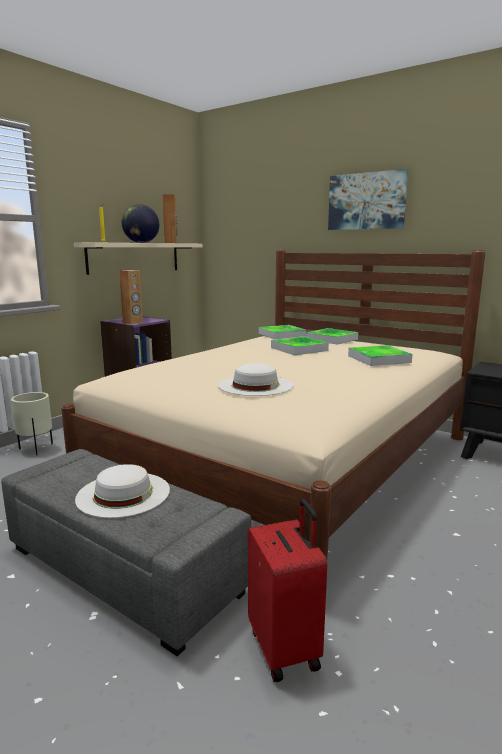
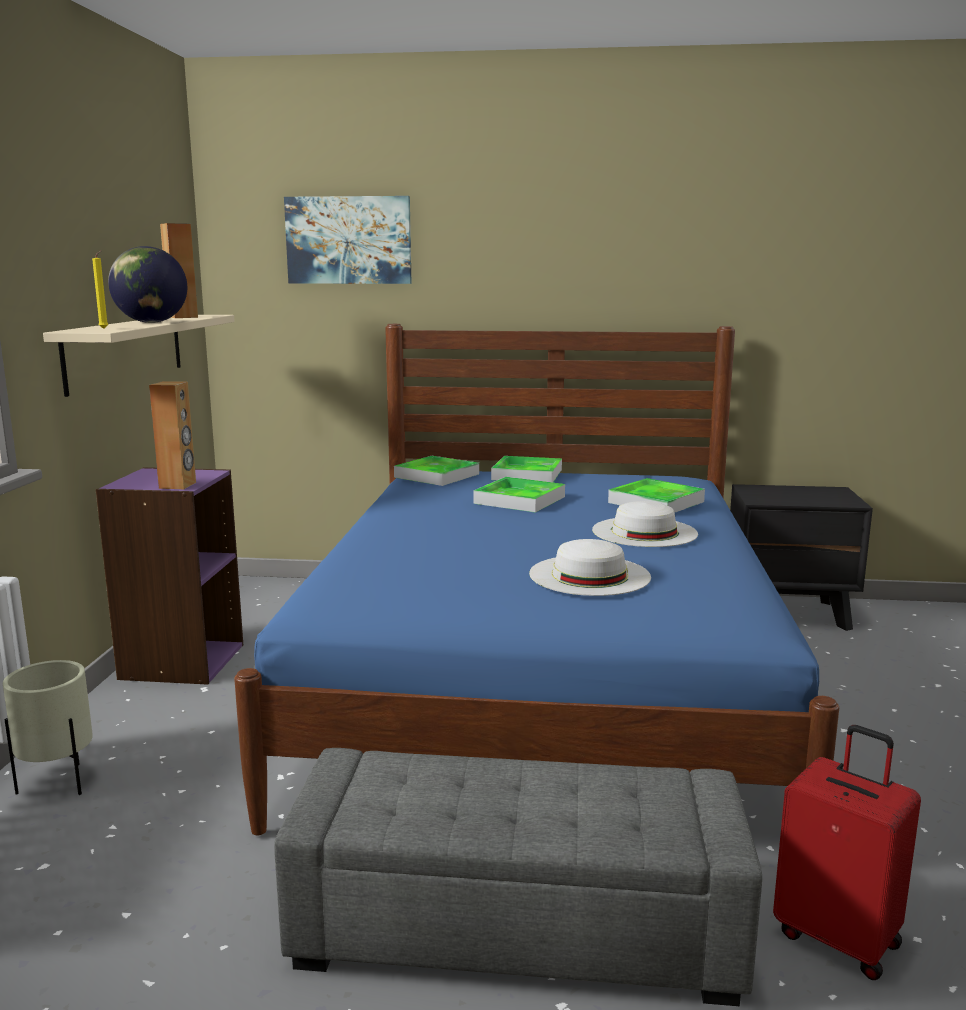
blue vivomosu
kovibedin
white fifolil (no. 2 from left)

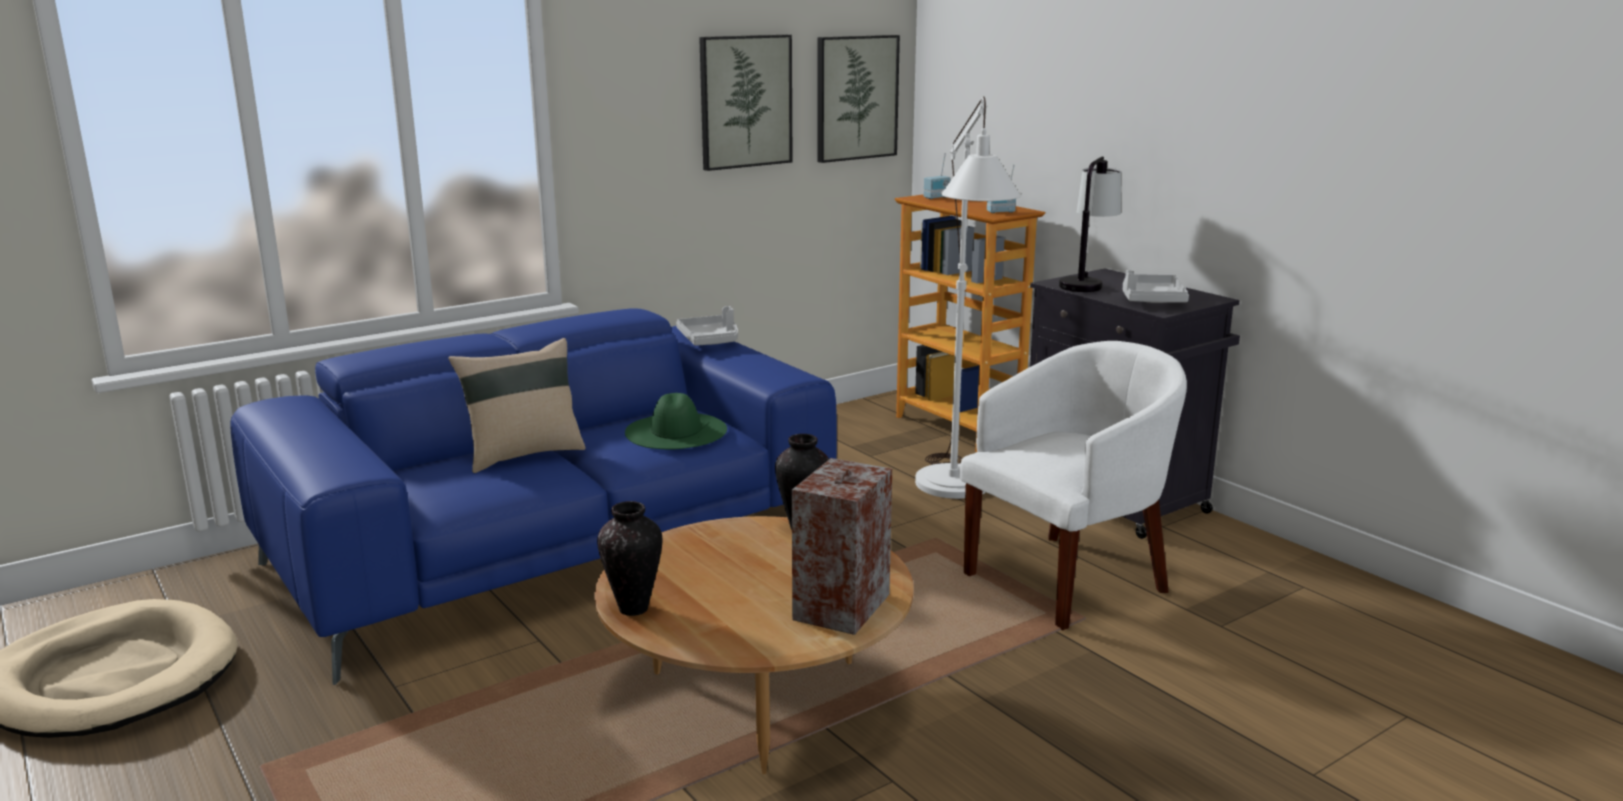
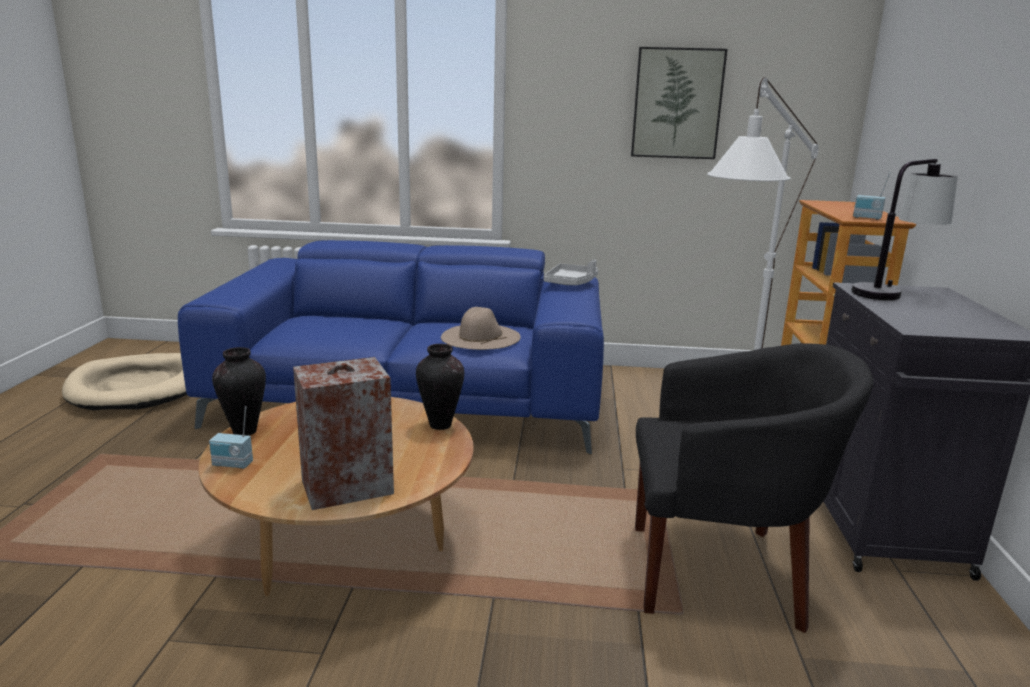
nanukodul (no. 1 from left)
beige fifolil
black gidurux
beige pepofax
kovibedin (no. 2 from left in the first image)
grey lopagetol (no. 2 from left in the first image)

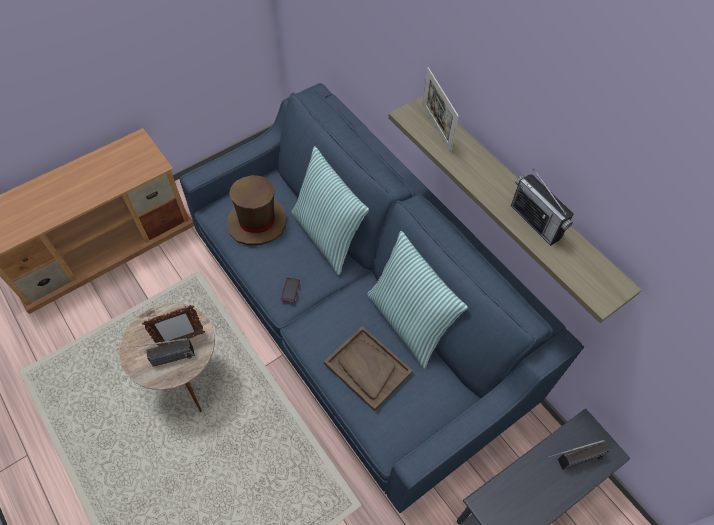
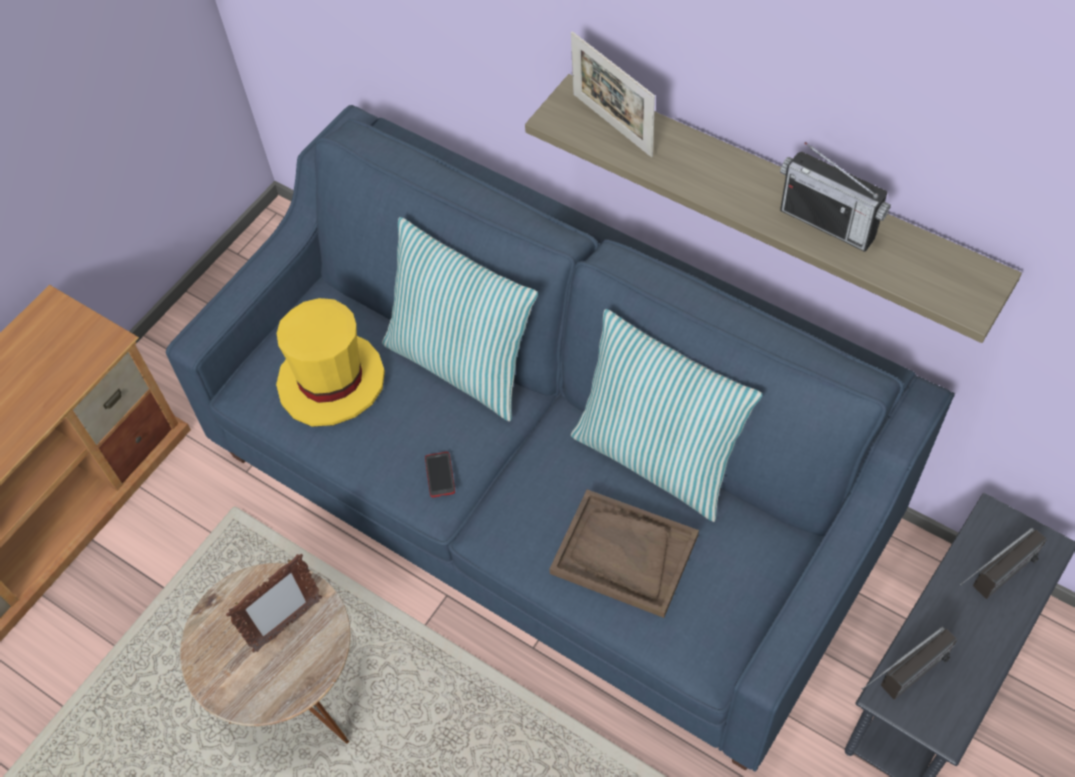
yellow fifolil
nanukodul (no. 2 from left)

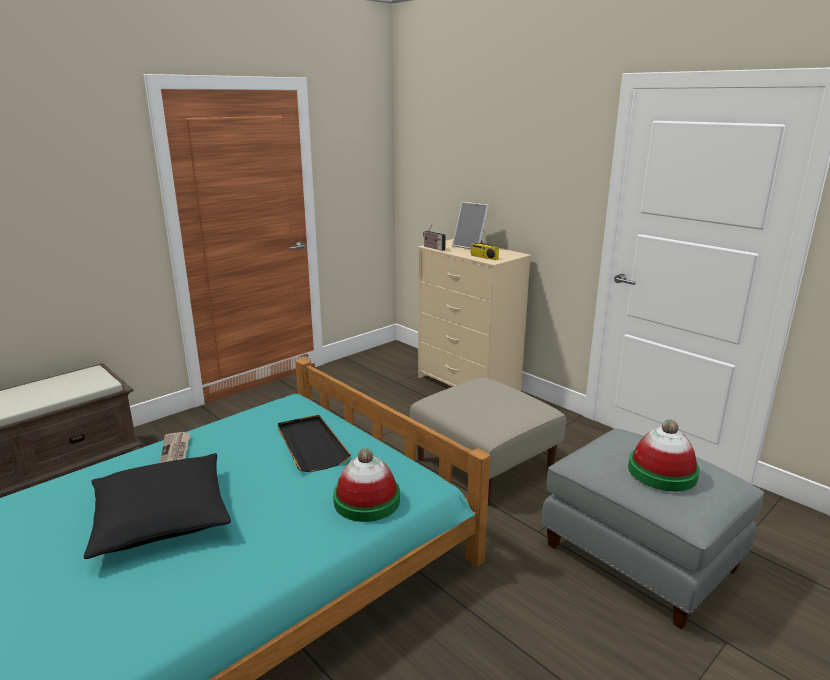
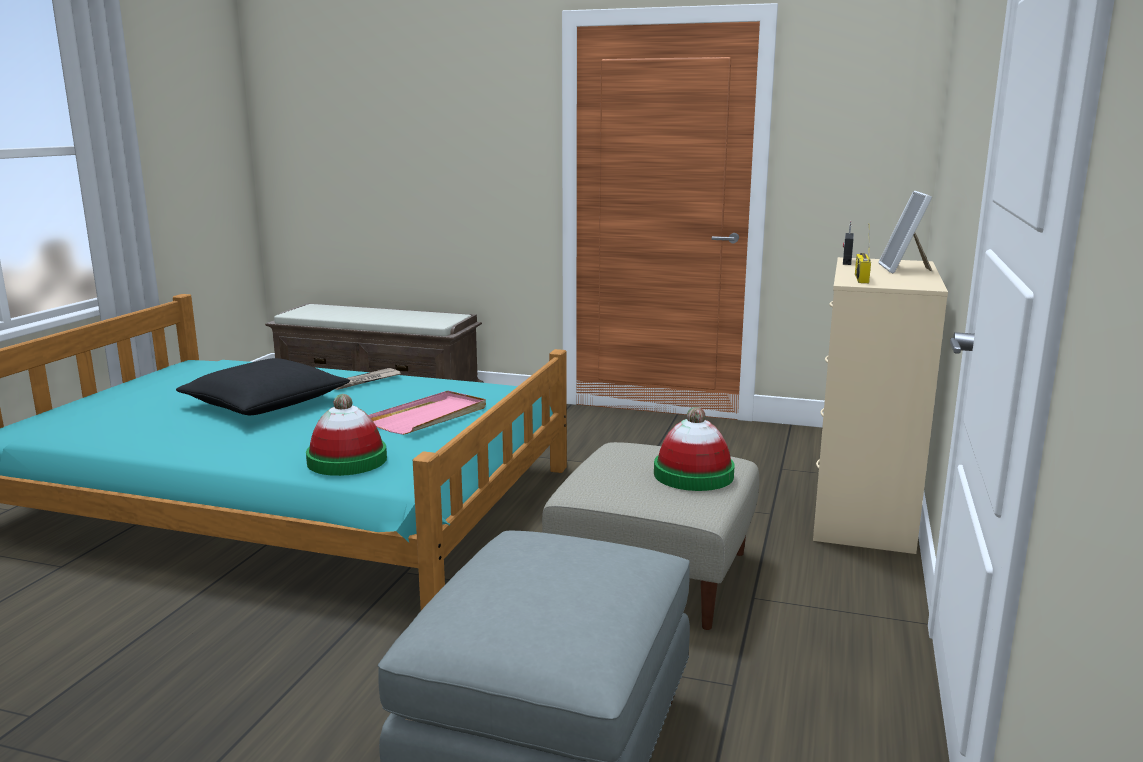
pink lopagetol
fifolil (no. 2 from left)

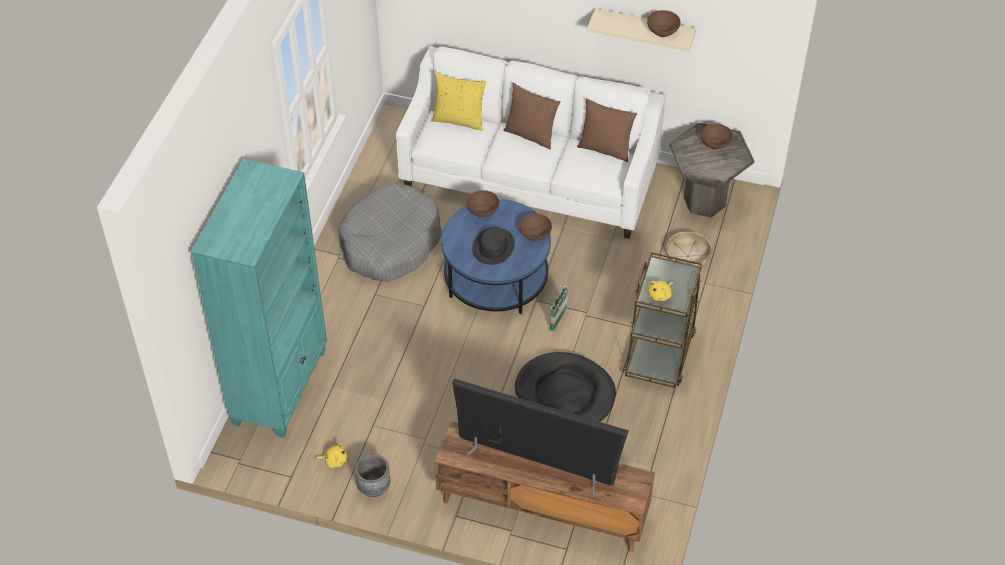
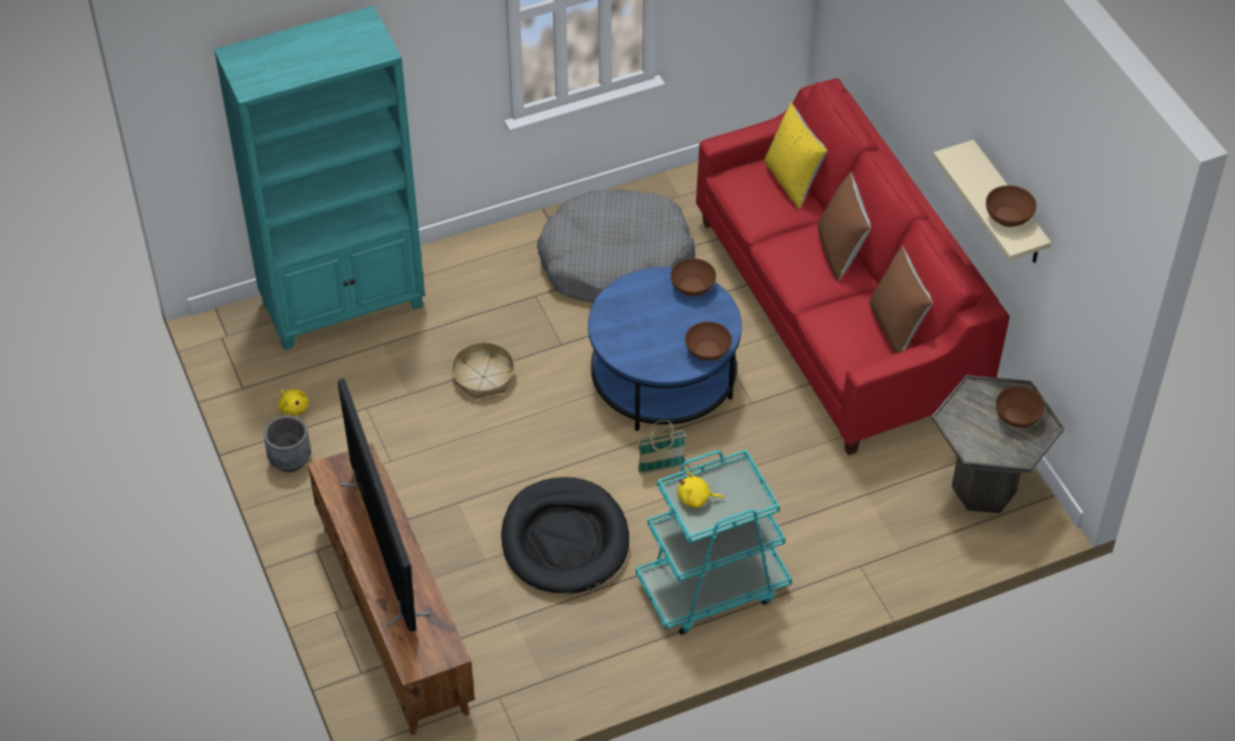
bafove (no. 1 from left)
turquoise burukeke
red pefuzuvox
black fifolil

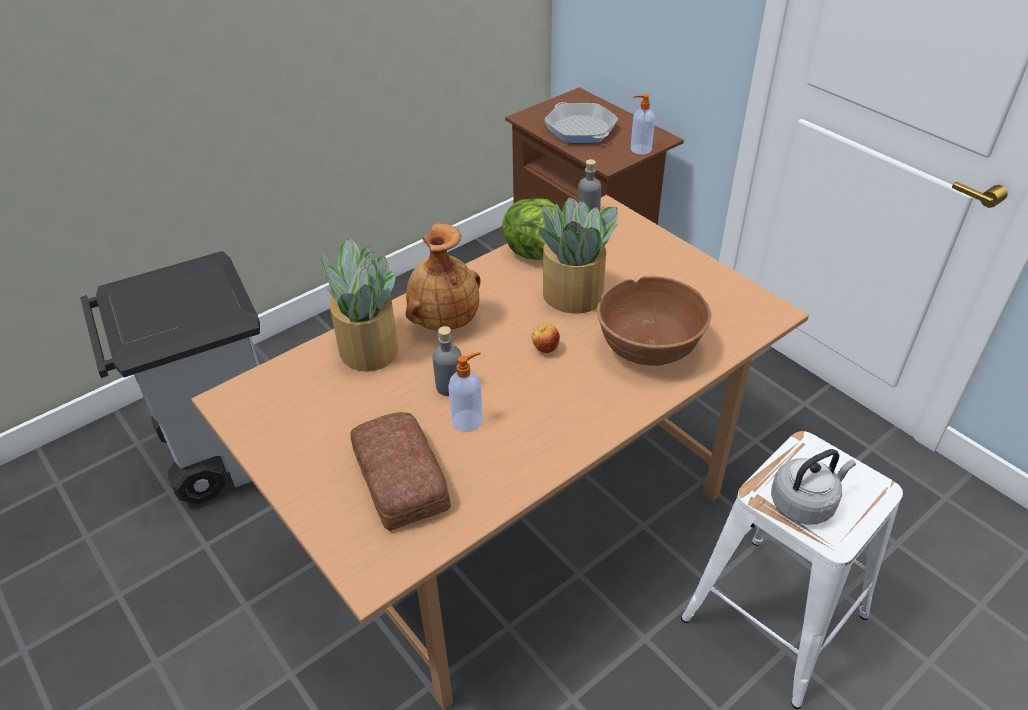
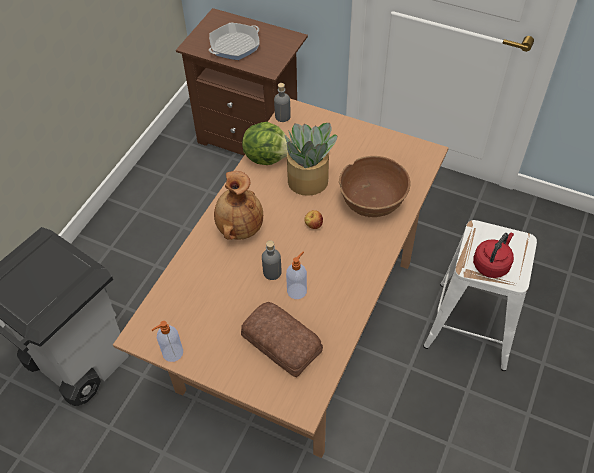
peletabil (no. 1 from left)
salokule
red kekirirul
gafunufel (no. 1 from left in the first image)

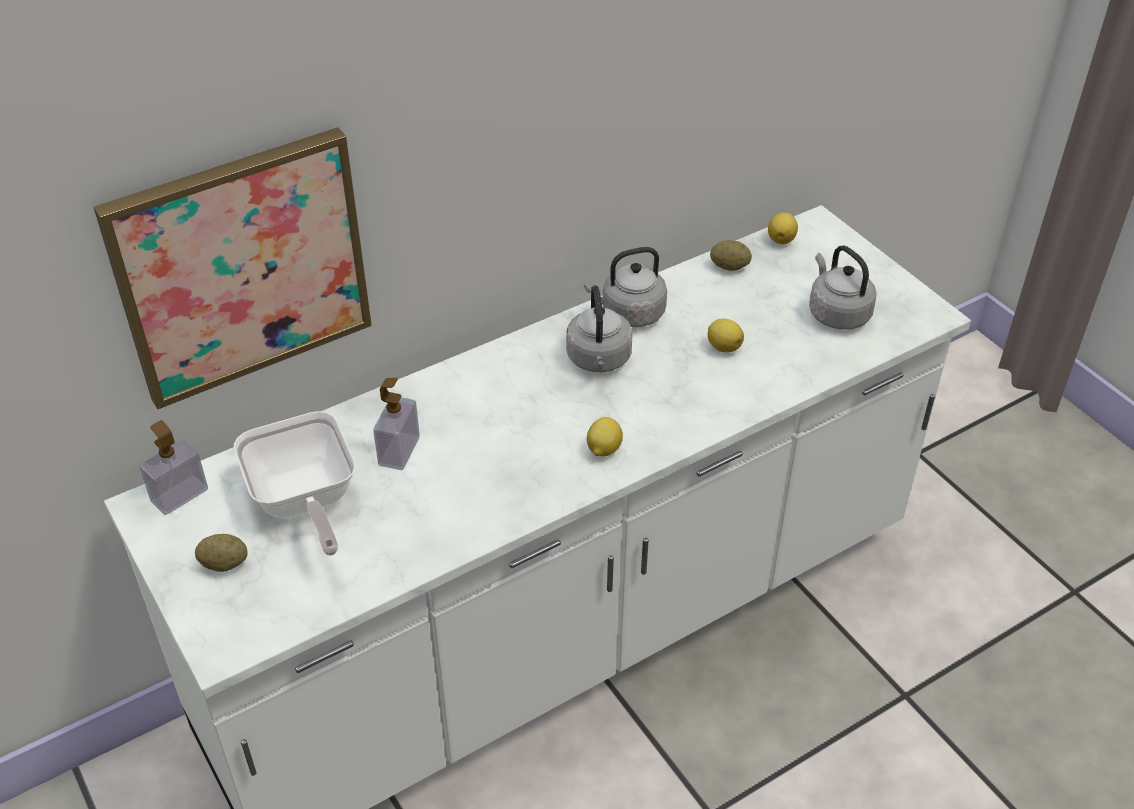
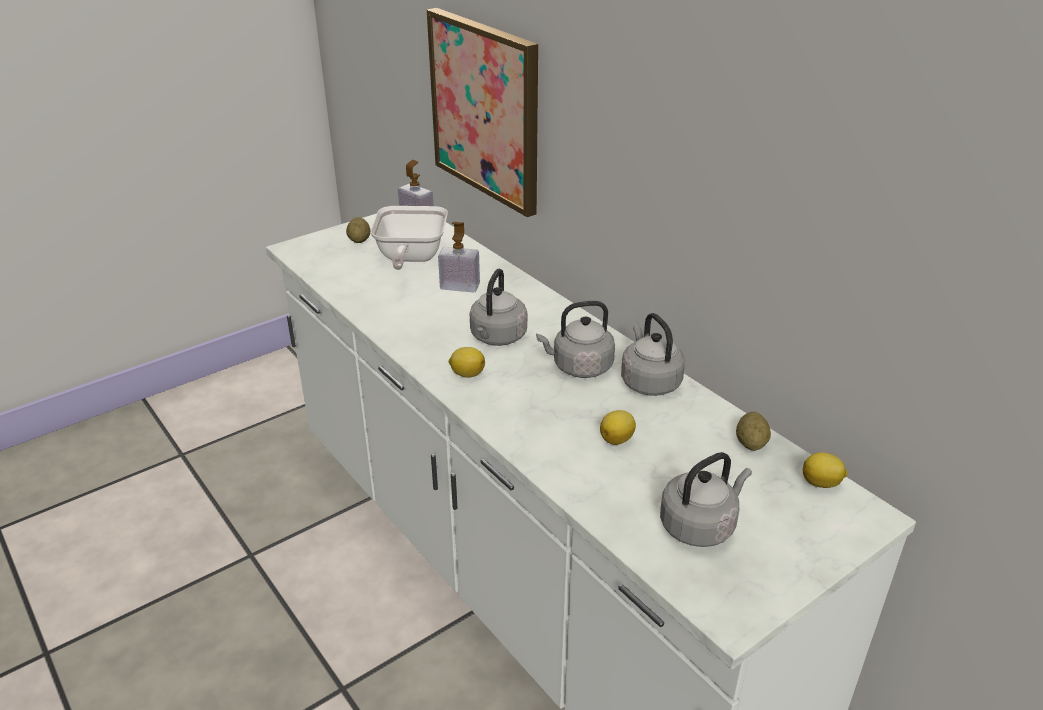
salokule
grey kekirirul (no. 1 from left)

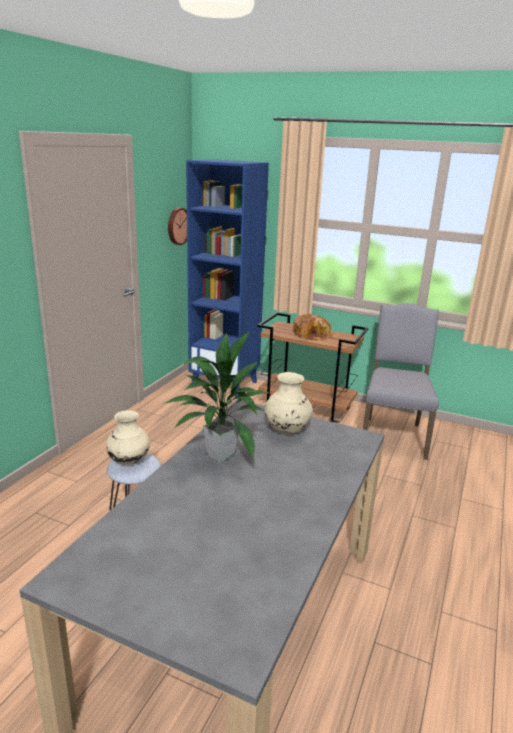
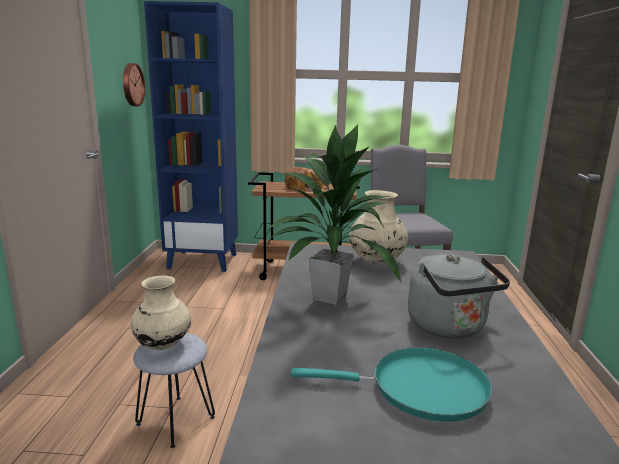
turquoise salokule
grey kekirirul

